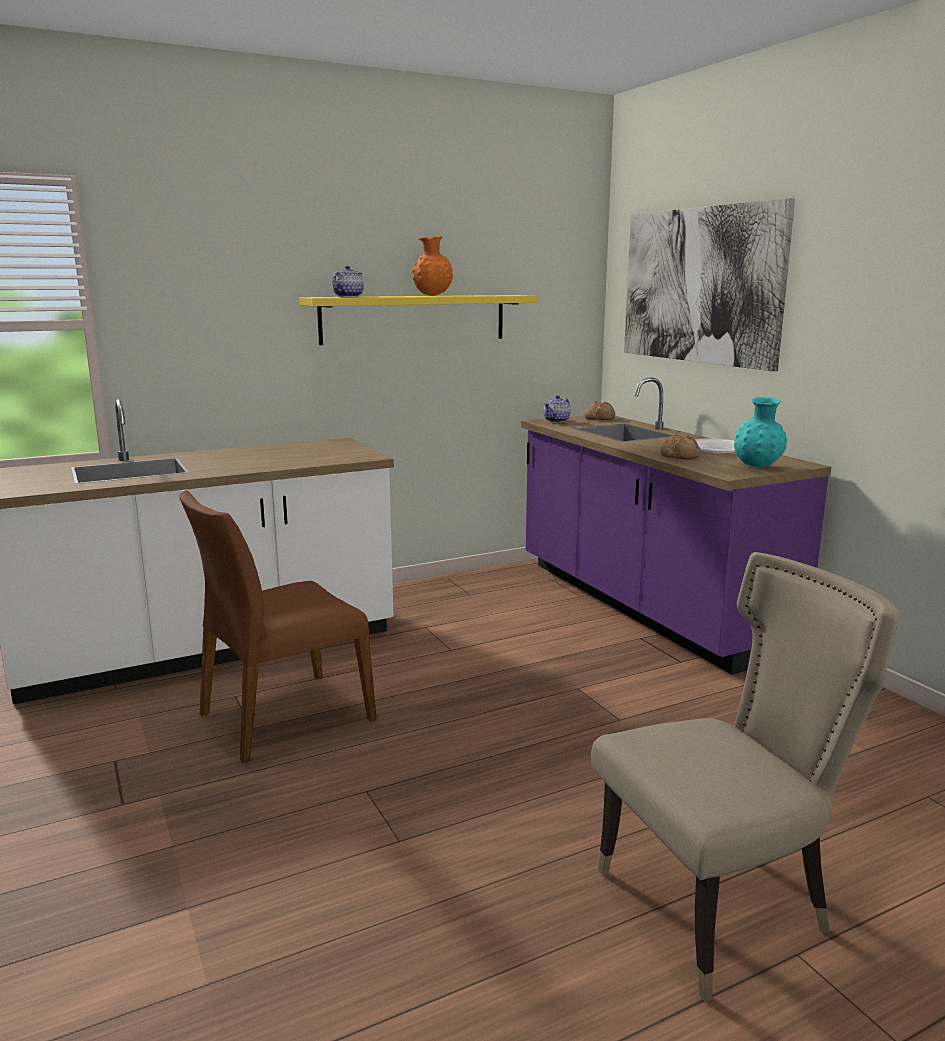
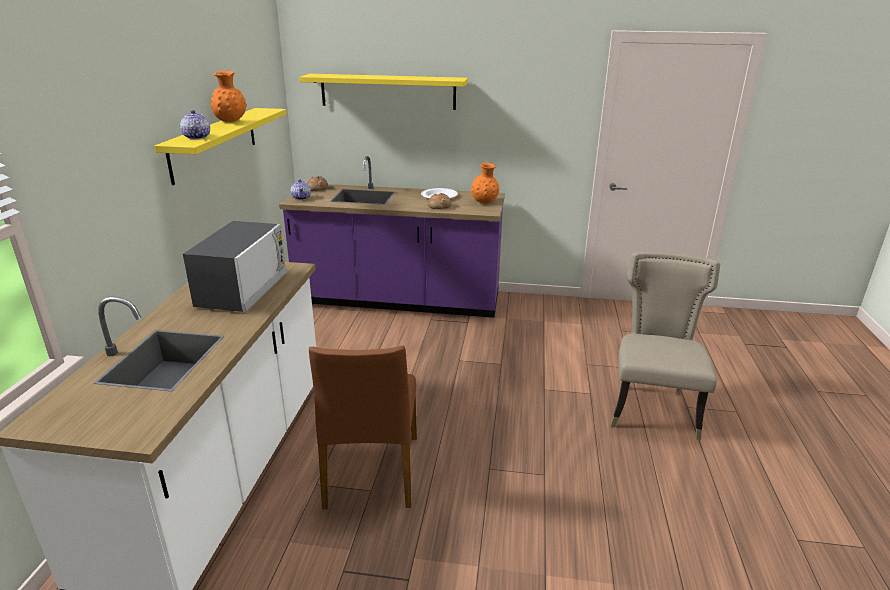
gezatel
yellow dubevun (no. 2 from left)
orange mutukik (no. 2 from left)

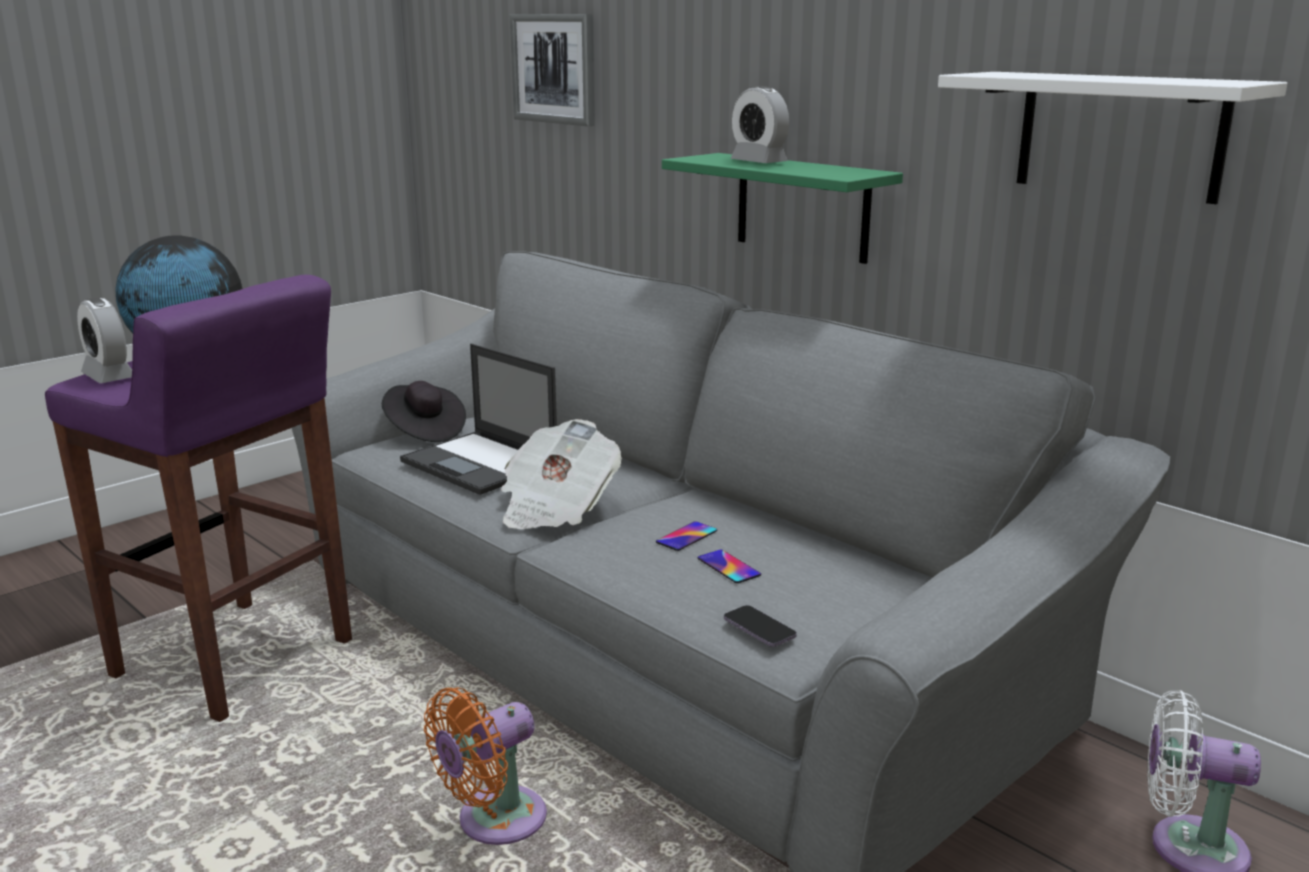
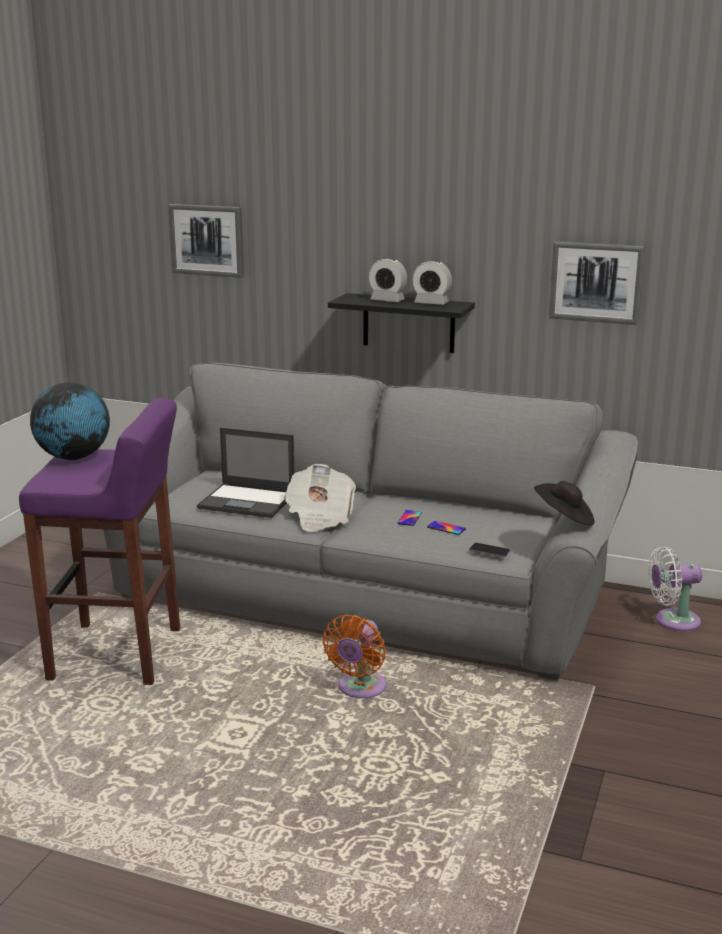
black dubevun
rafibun (no. 2 from left)
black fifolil
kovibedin (no. 2 from left)

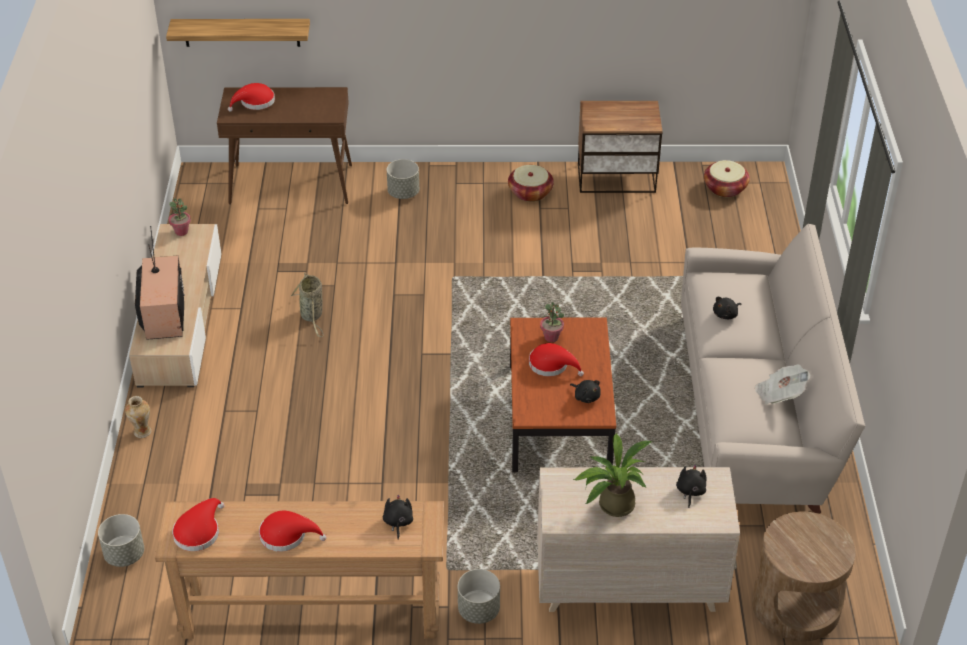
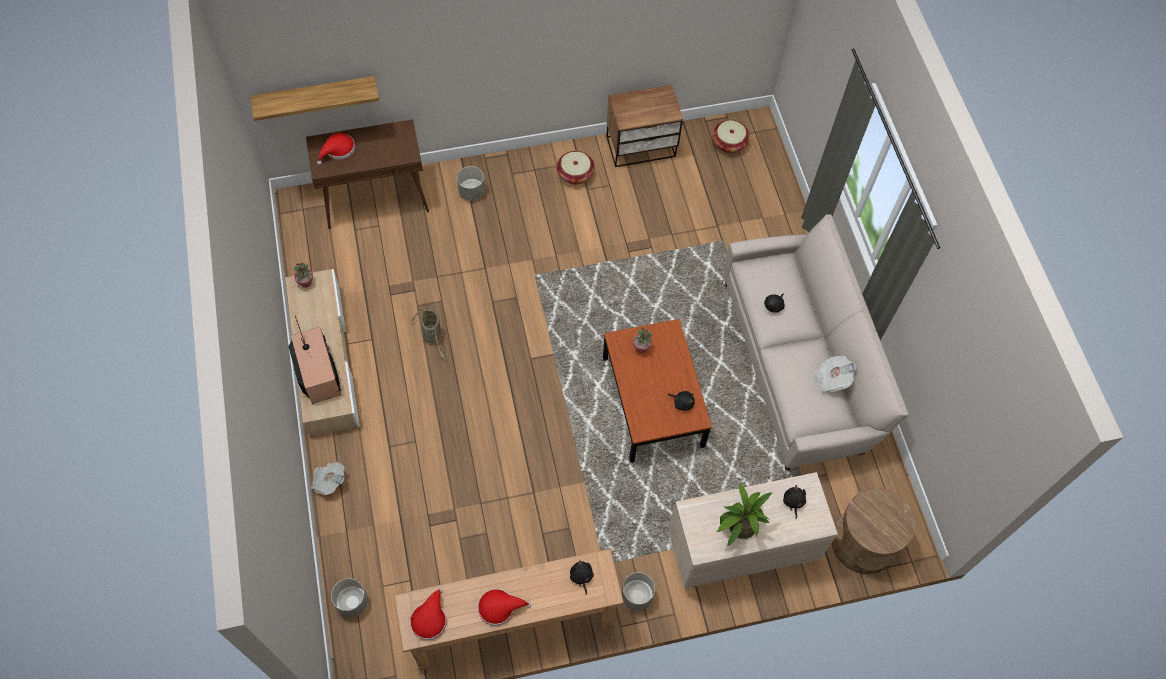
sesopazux (no. 1 from left)
red fifolil (no. 4 from left in the first image)

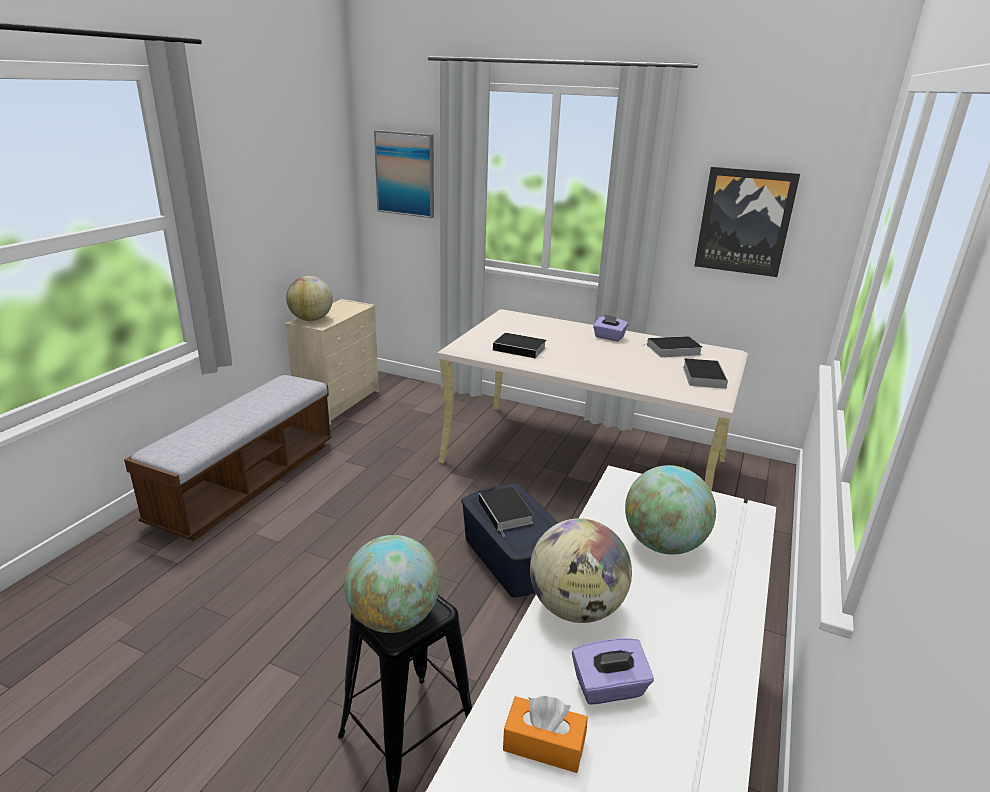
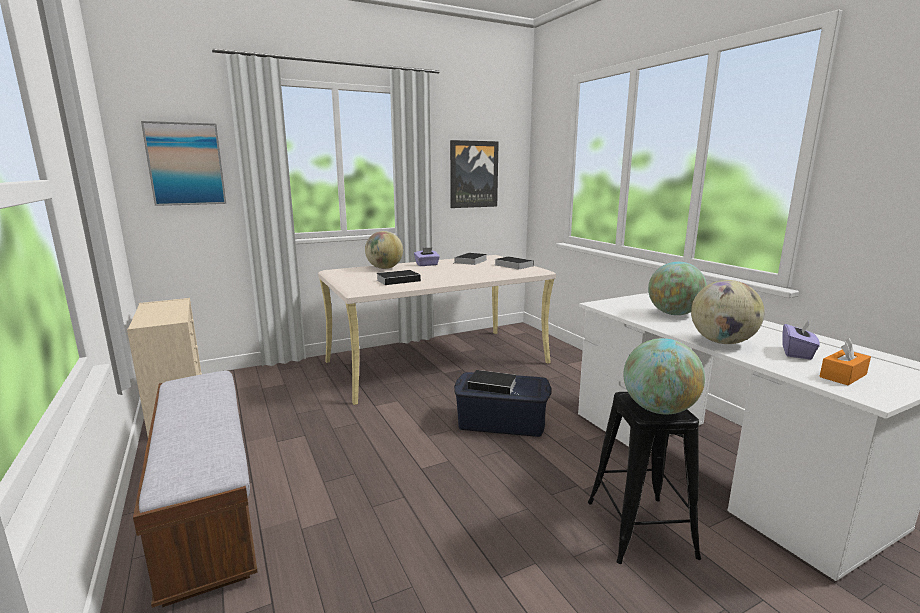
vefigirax (no. 1 from left)

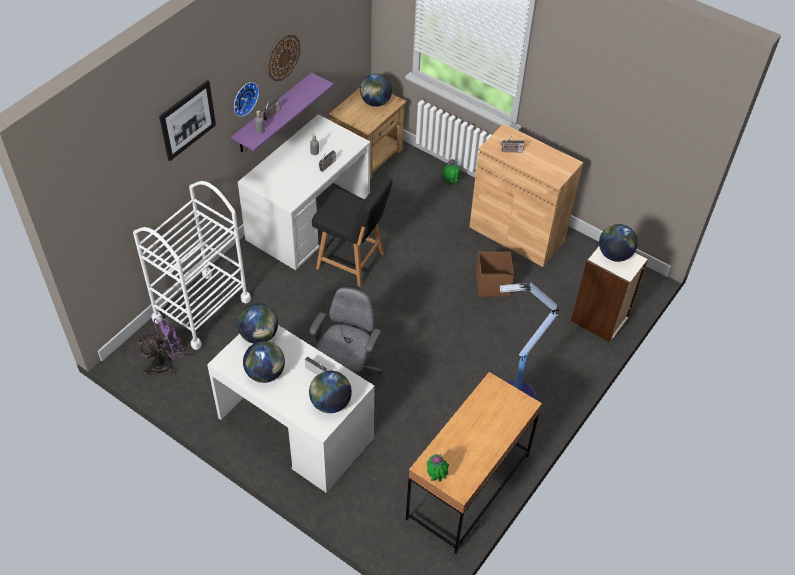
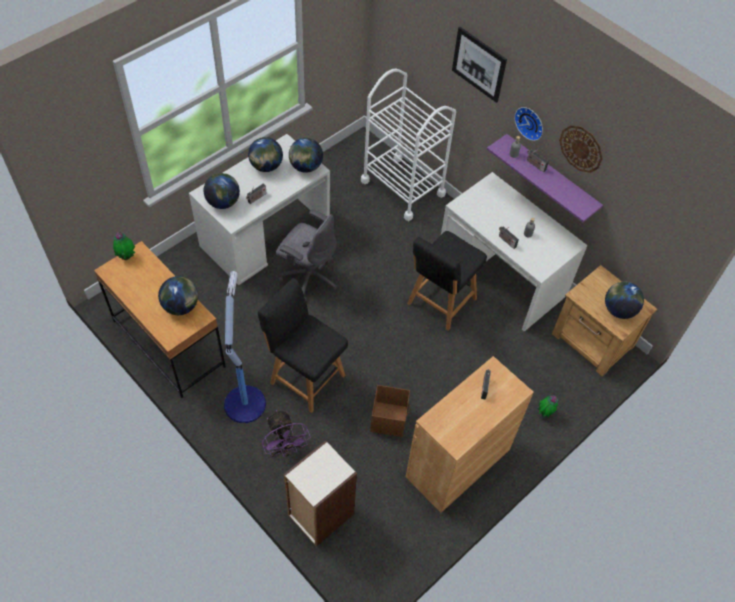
vefigirax (no. 1 from left)
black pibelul (no. 1 from left)
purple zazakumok

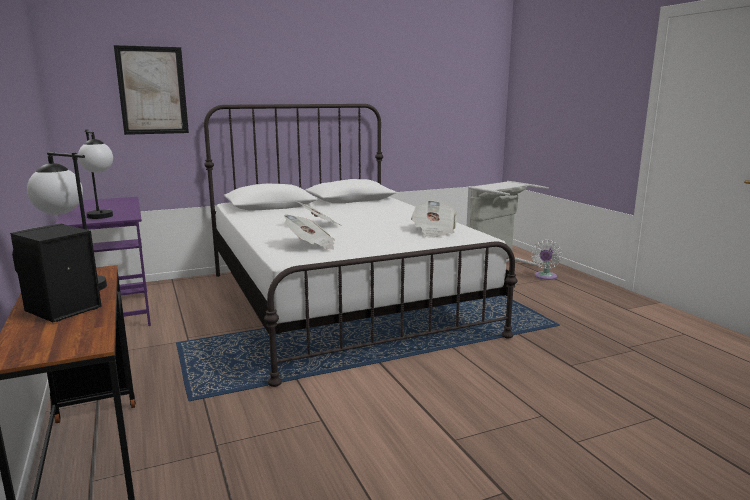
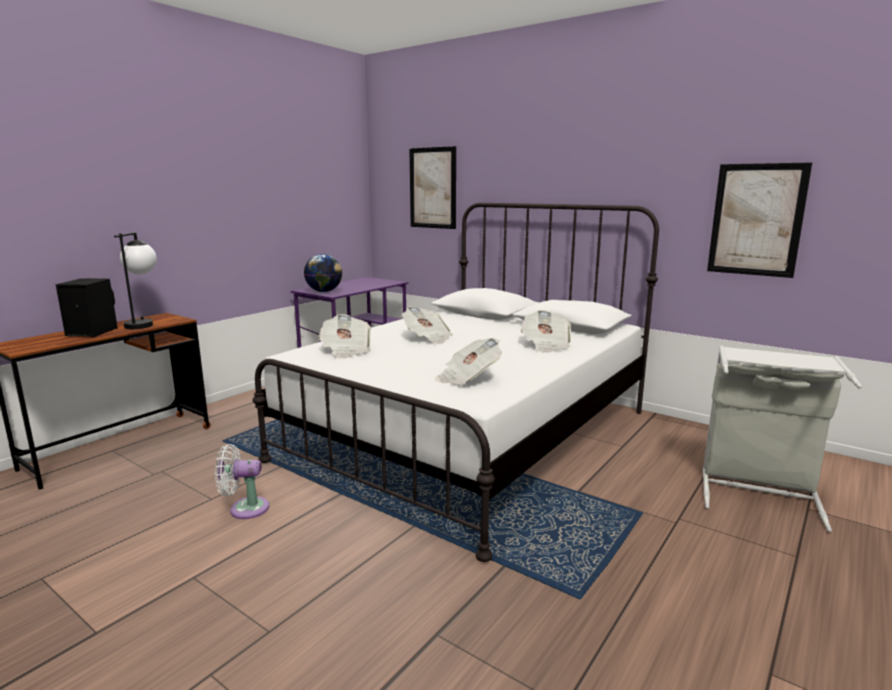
white zazakumok
vefigirax
sesopazux (no. 4 from left)
kovibedin (no. 2 from left)

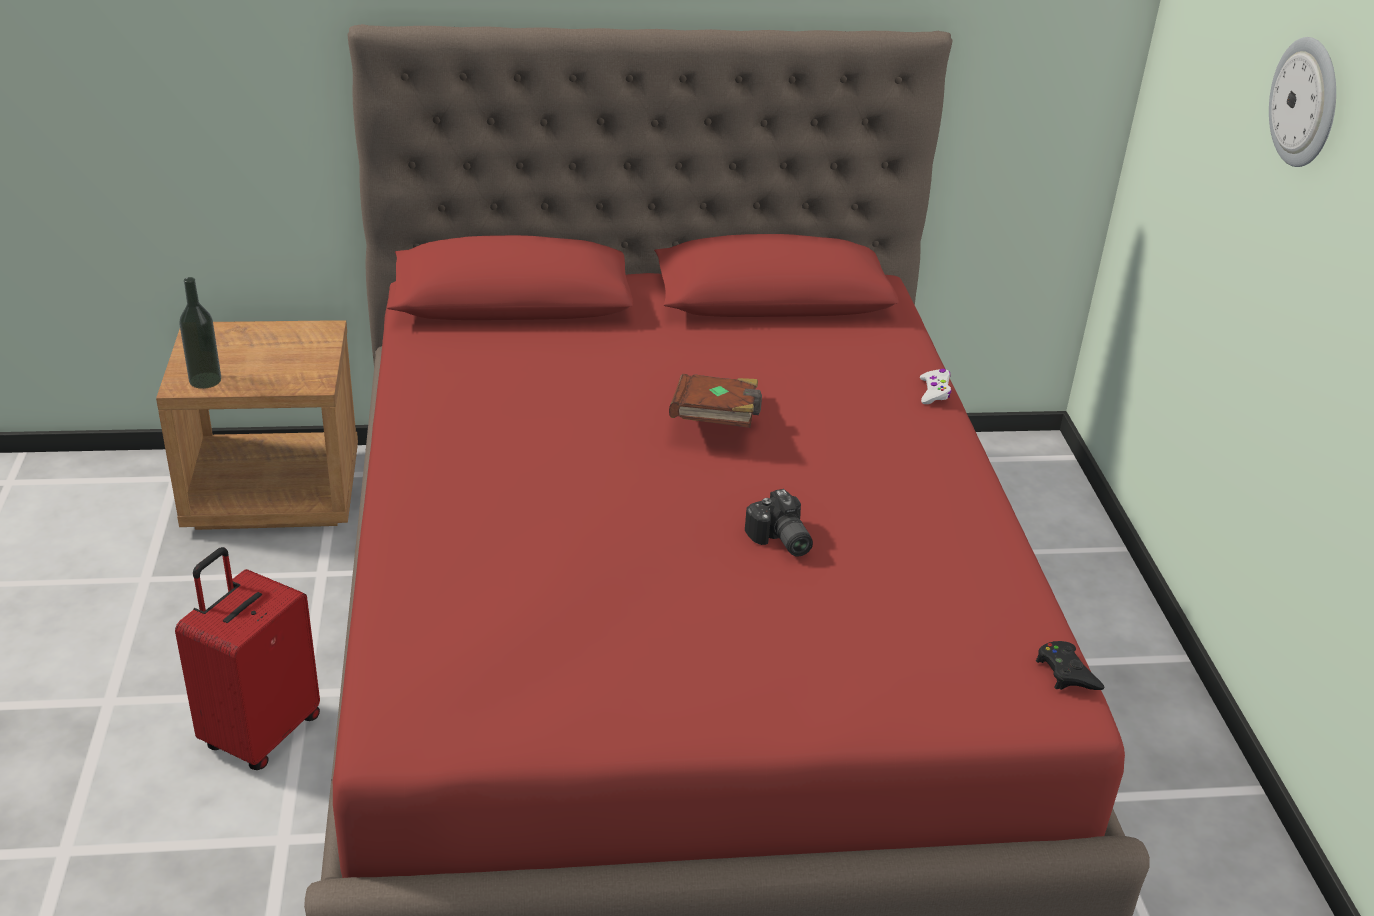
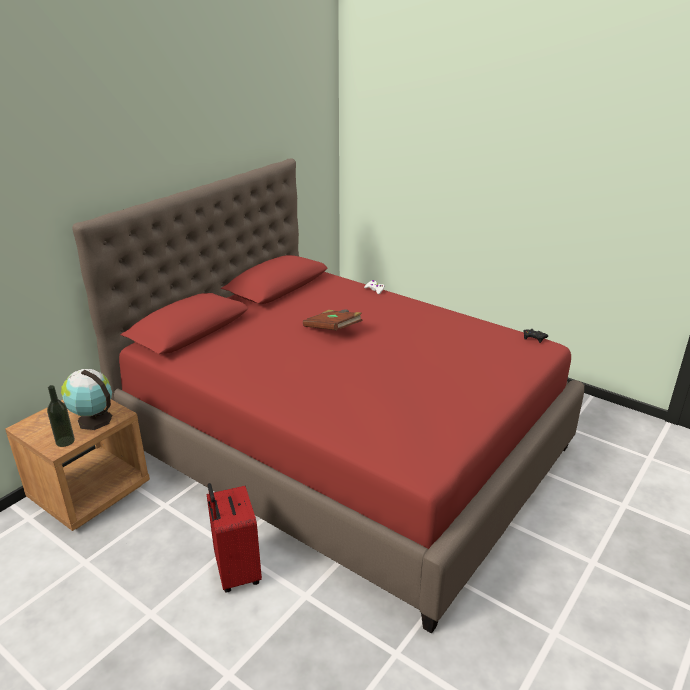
vefigirax
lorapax
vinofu

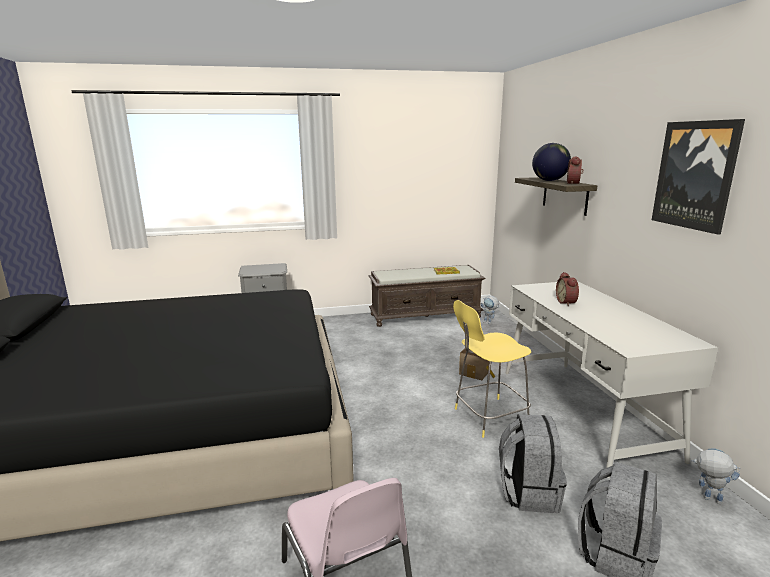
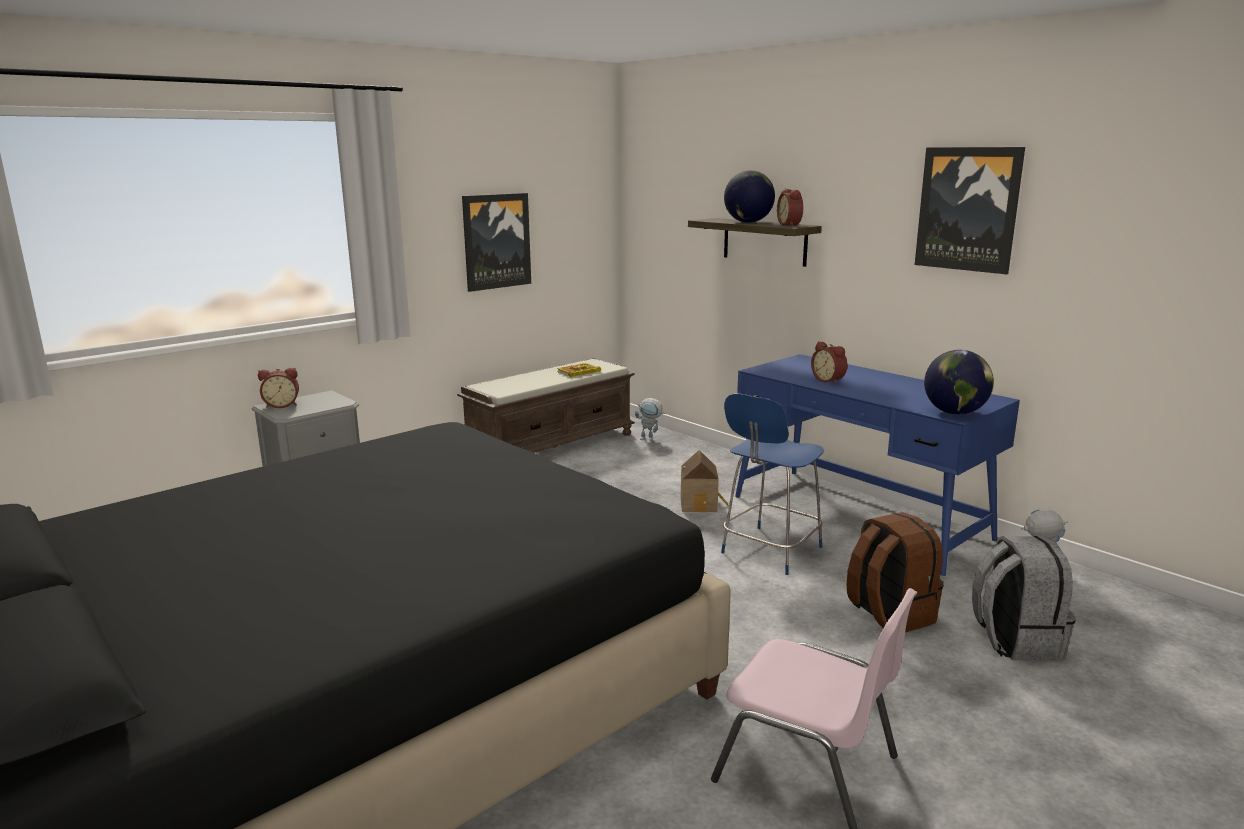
rafibun (no. 1 from left)
kovibedin (no. 1 from left)
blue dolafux
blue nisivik
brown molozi
vefigirax (no. 2 from left)

